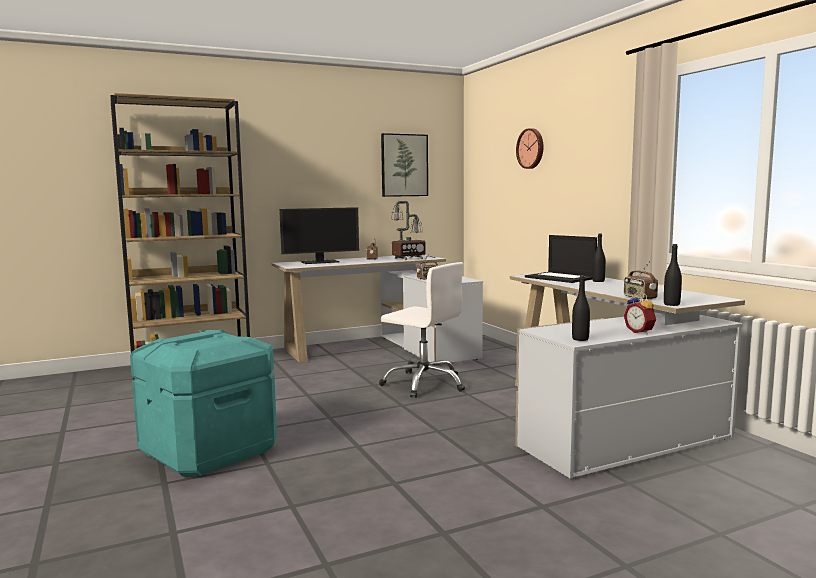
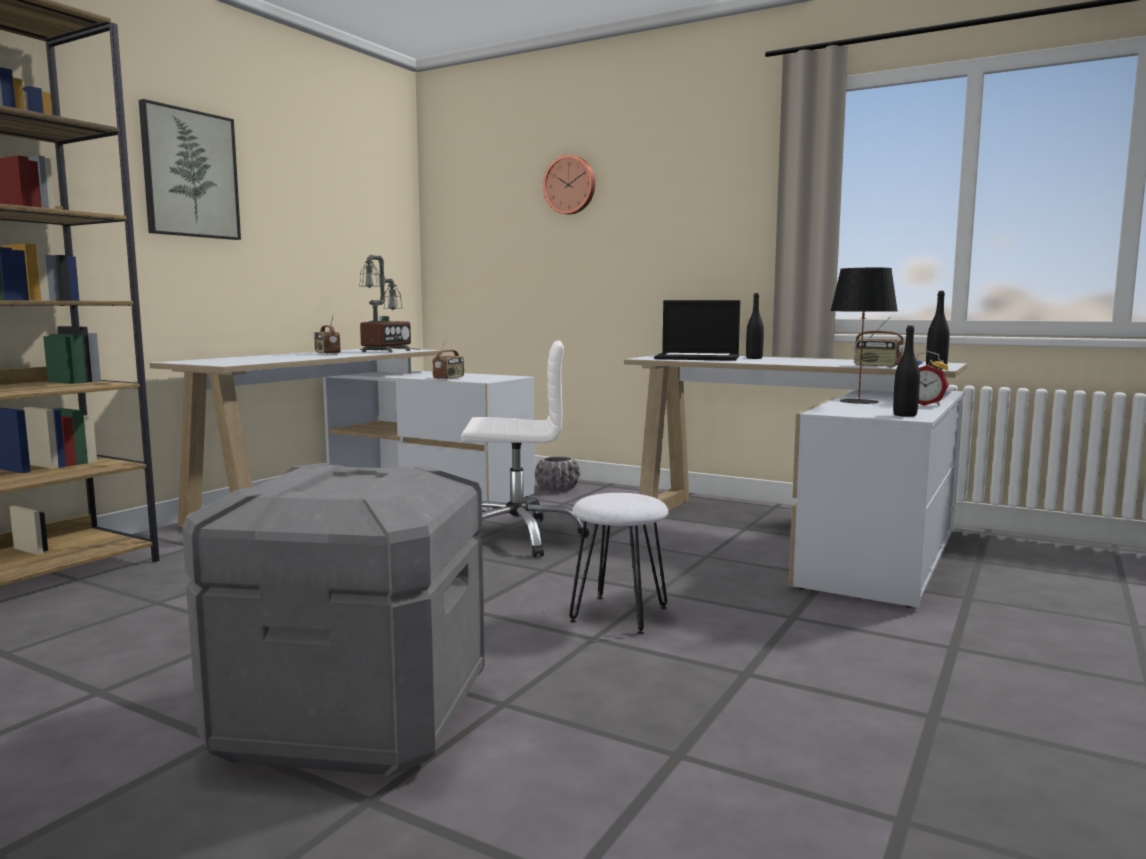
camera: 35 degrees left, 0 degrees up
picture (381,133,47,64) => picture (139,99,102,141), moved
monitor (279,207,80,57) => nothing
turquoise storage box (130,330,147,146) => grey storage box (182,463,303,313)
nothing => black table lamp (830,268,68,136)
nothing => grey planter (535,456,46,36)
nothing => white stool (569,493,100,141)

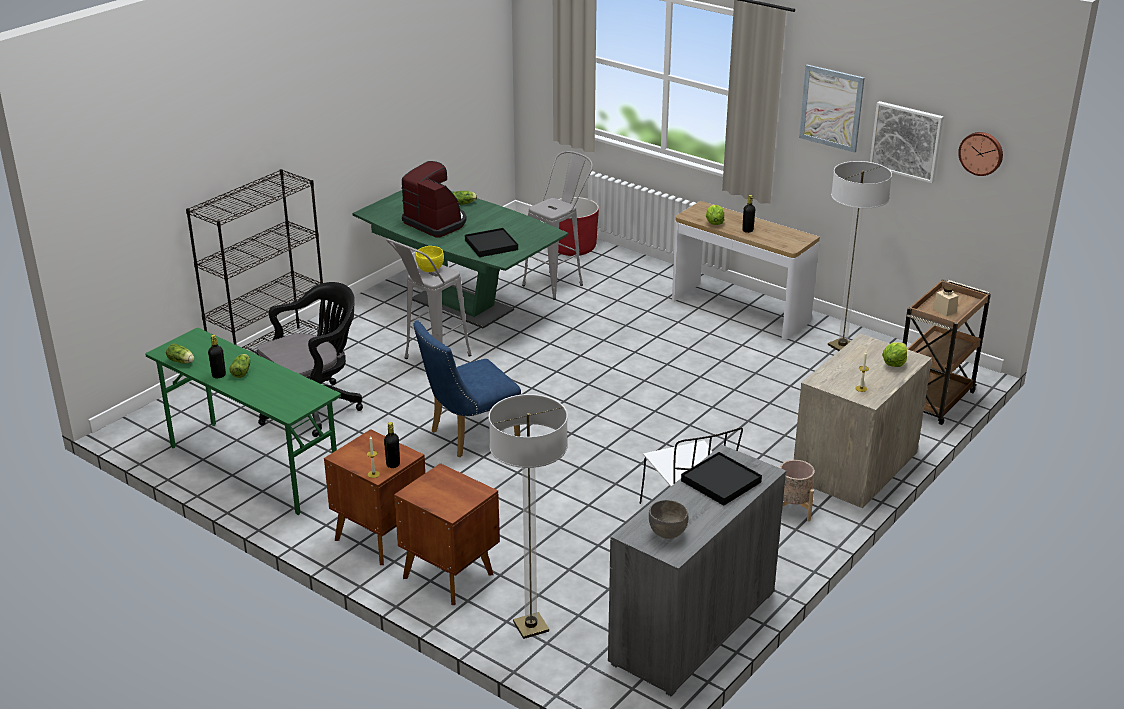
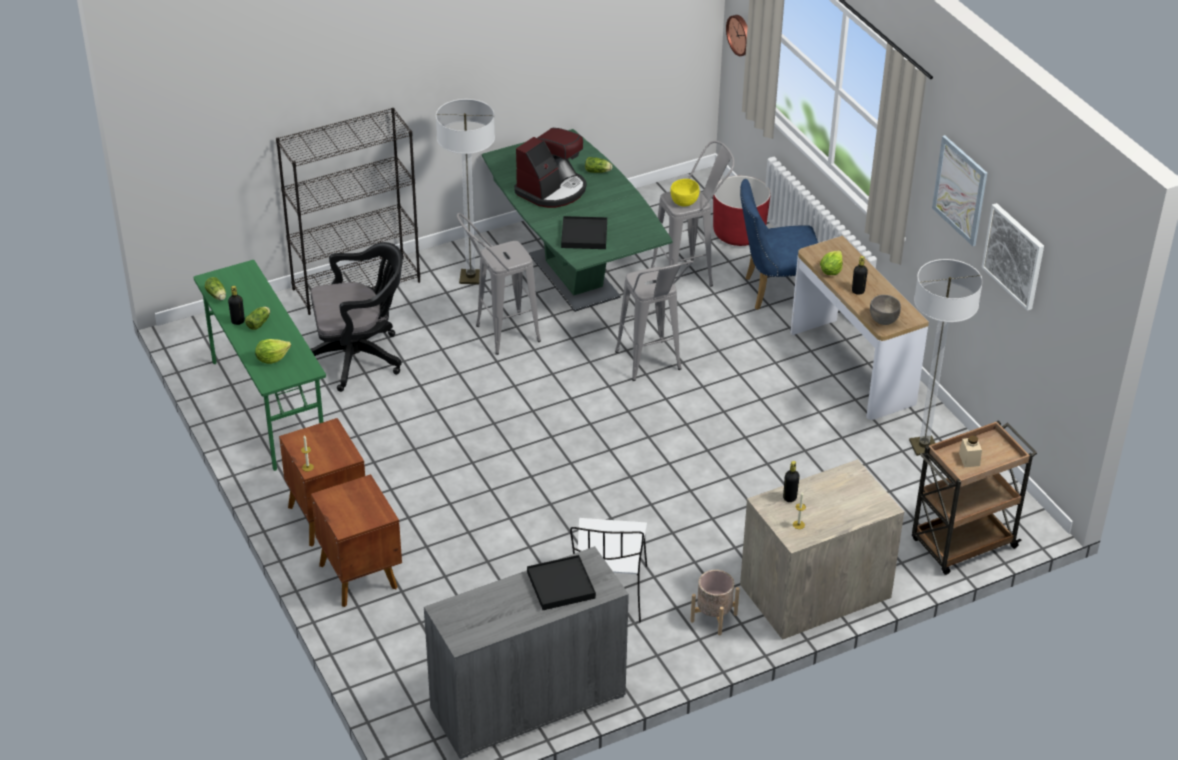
camera: 25 degrees right, 10 degrees up
wall clock (958,132,45,44) => wall clock (726,15,22,41), moved
coffee machine (401,161,66,76) => coffee machine (514,128,72,80), 60 degrees clockwise
yellow bowl (416,246,28,26) => yellow bowl (671,179,29,28), moved
blue chair (413,320,108,137) => blue chair (740,179,78,131), moved
lettuce (882,342,25,25) => lettuce (255,339,36,25), moved
floor lamp (489,394,79,245) => floor lamp (436,99,59,185), moved
black bottle (384,422,16,46) => black bottle (783,461,17,41), moved
grey bowl (649,500,39,39) => grey bowl (870,295,31,30), moved
nothing => grey stool (615,261,78,120)

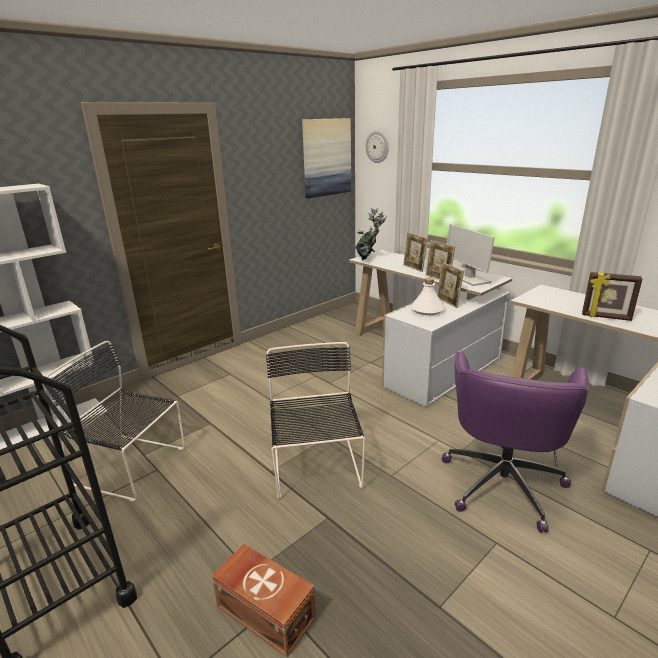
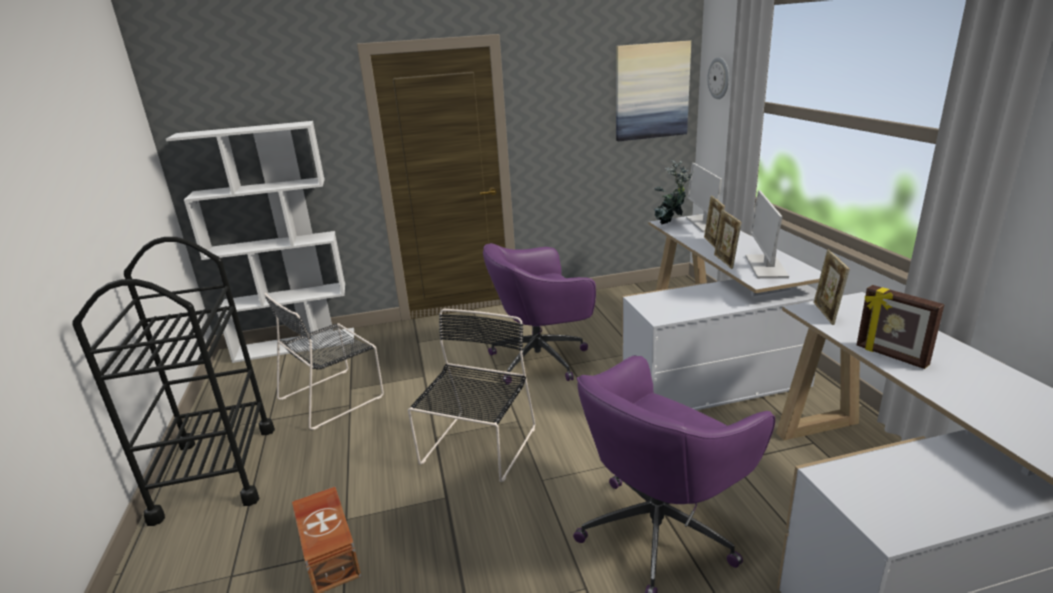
camera: 30 degrees right, 0 degrees up
picture frame (437,262,27,46) => picture frame (814,249,36,76), moved
white bottle (411,278,34,37) => nothing
black chair (46,341,139,160) => black chair (264,293,120,137), 90 degrees counterclockwise
nothing => monitor (686,163,36,69)
nothing => purple office chair (483,243,113,141)

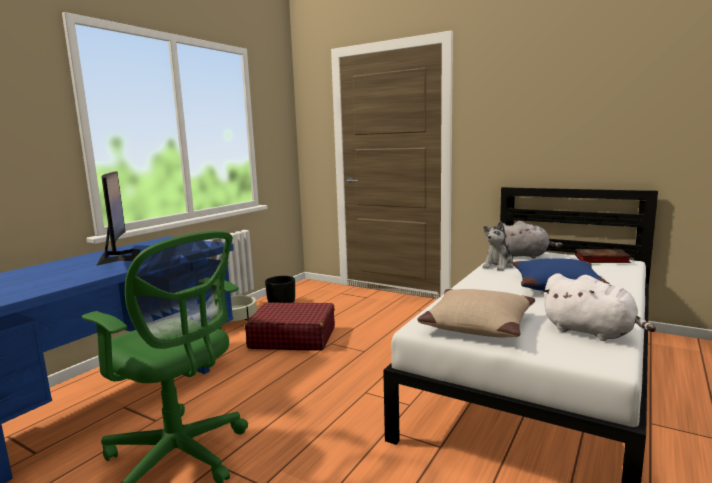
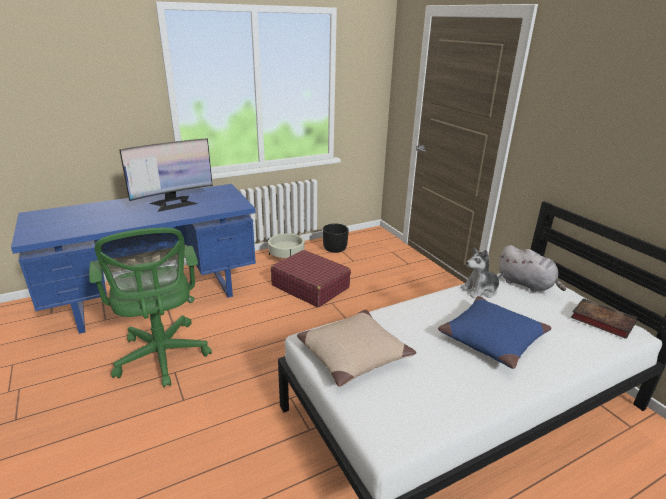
camera: 30 degrees right, 15 degrees up
monitor (96,171,45,95) => monitor (119,138,94,74), 45 degrees clockwise
white plush toy (541,273,115,68) => nothing

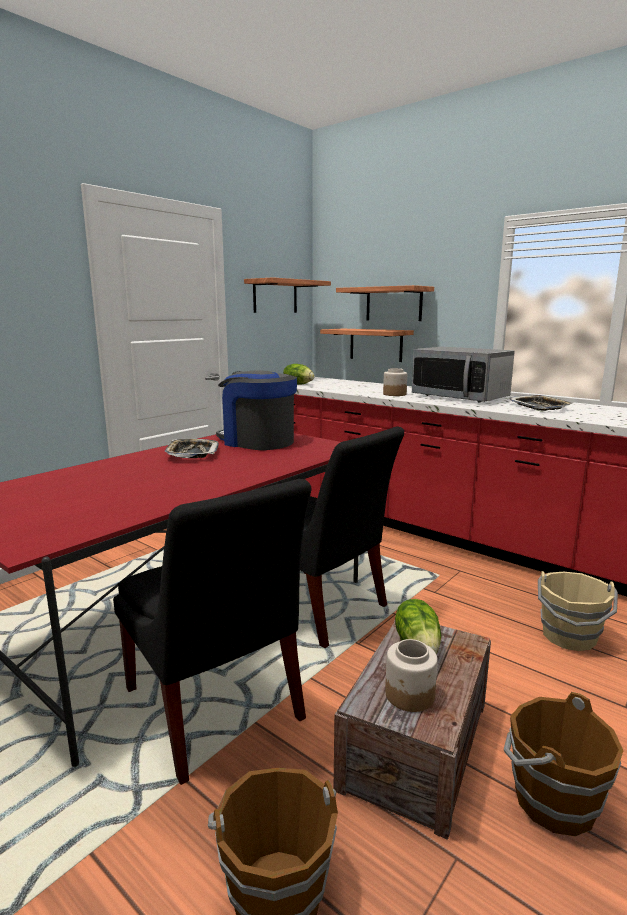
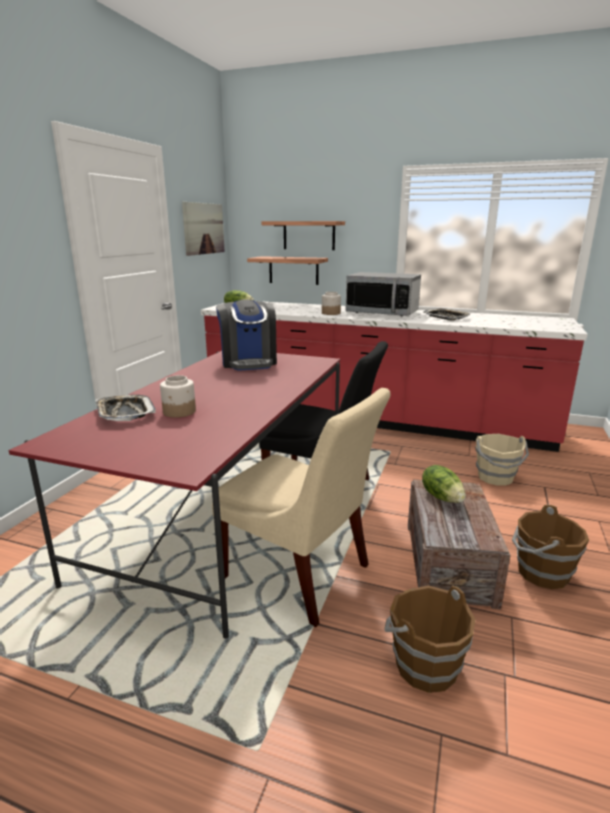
camera: 20 degrees left, 5 degrees up
shelf (244,277,87,36) => picture (182,202,43,54)
coffee machine (216,370,81,80) => coffee machine (216,300,61,71), 120 degrees counterclockwise
tray (165,439,54,19) => tray (95,395,61,26), moved
black chair (113,479,199,306) => beige chair (212,388,179,239)
jar (385,639,53,73) => jar (160,375,36,43), moved

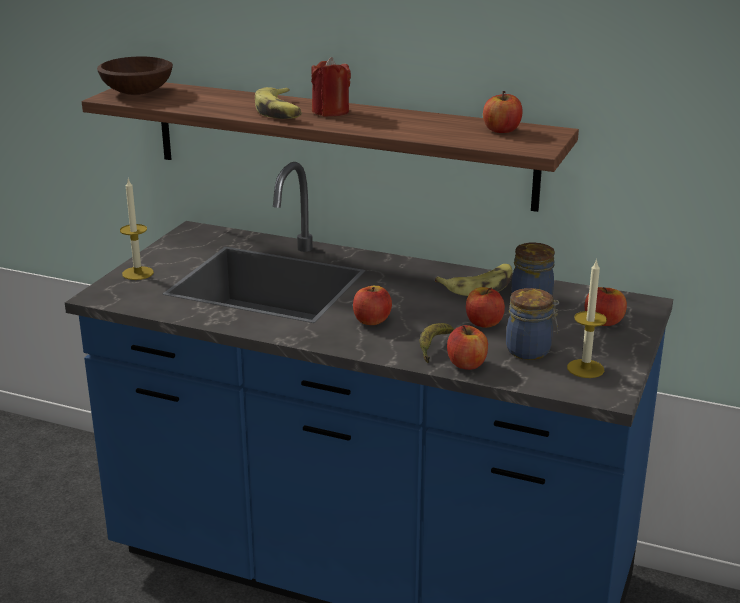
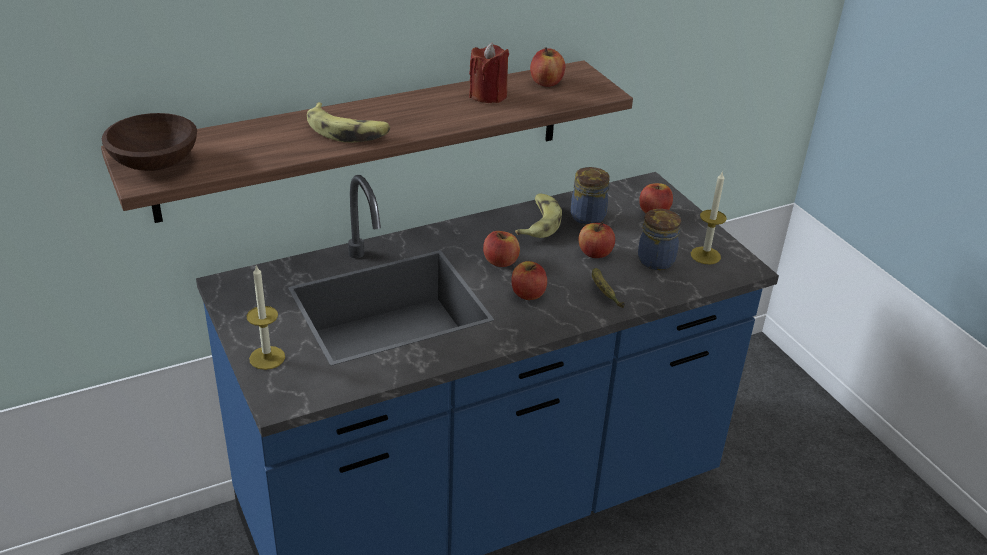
camera: 50 degrees left, 10 degrees up
red candle (311,57,40,59) => red candle (469,42,40,61), moved
apple (447,325,41,45) => apple (483,231,37,36), moved

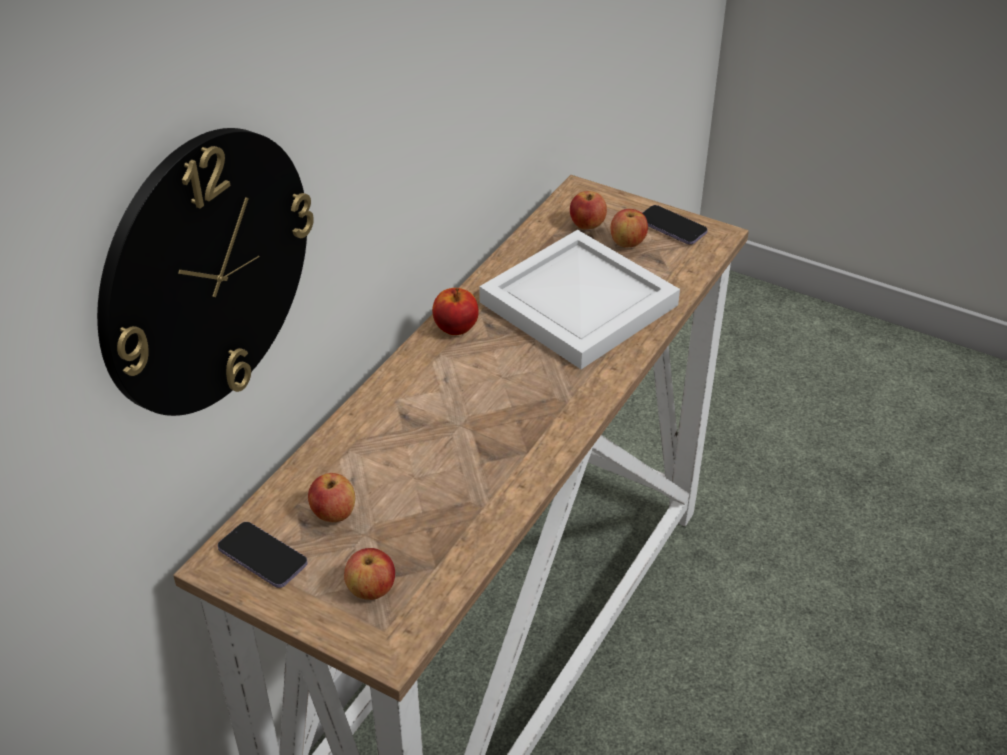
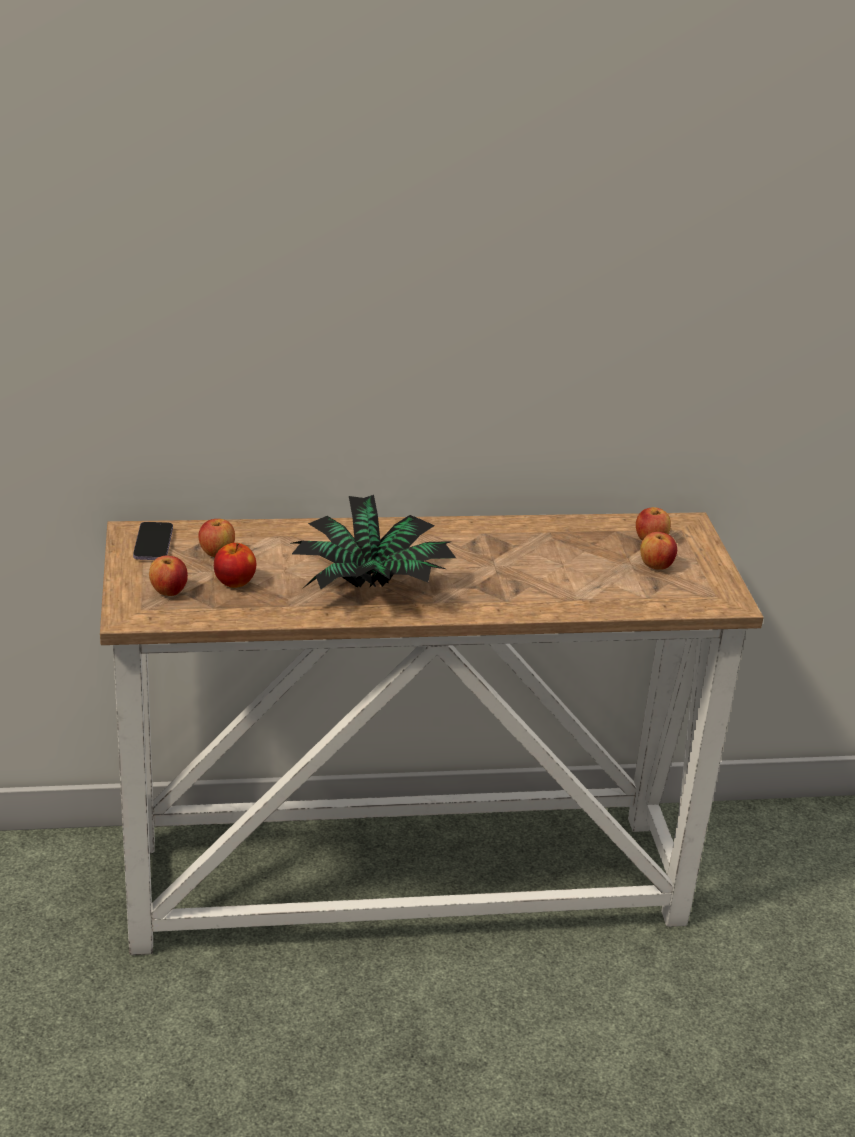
camera: 50 degrees right, 10 degrees down
wall clock (97,128,217,288) => nothing
phone (643,205,65,40) => nothing
white tray (479,230,201,139) => nothing
apple (432,288,47,47) => apple (214,543,42,45), moved
nothing => potted plant (292,495,164,94)

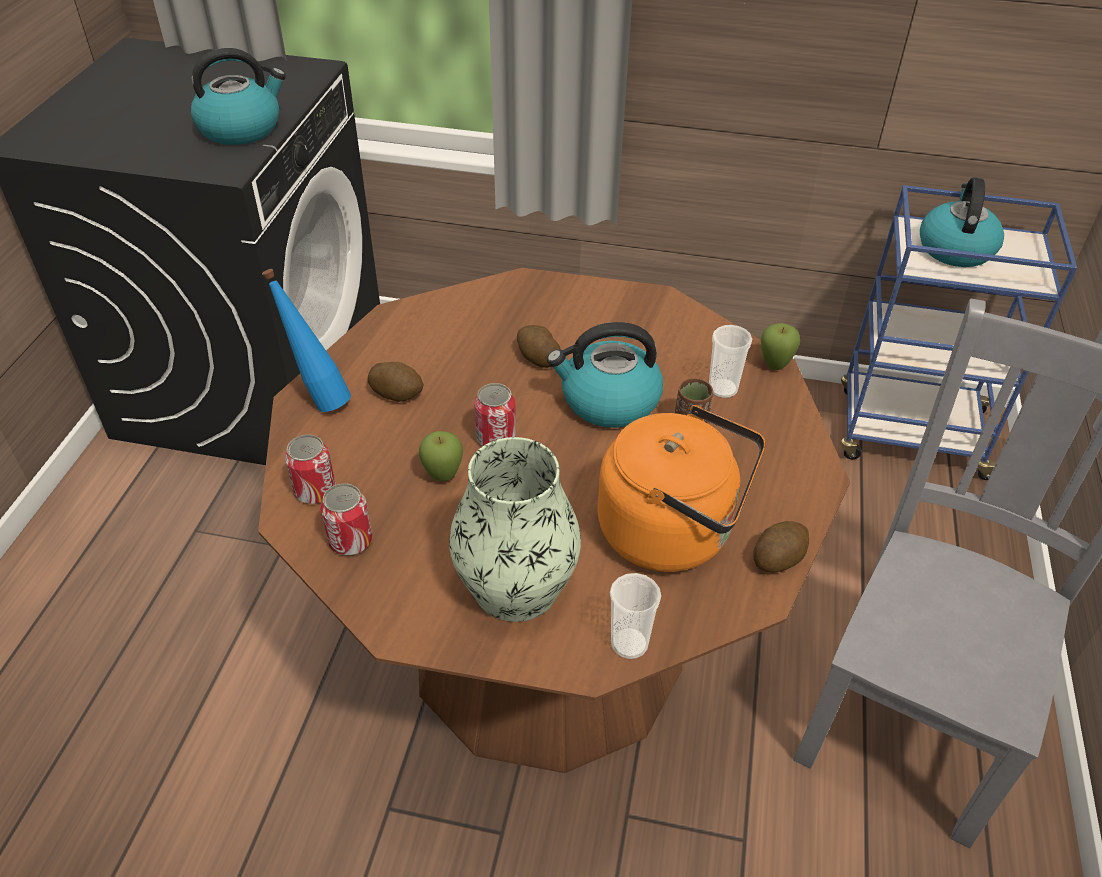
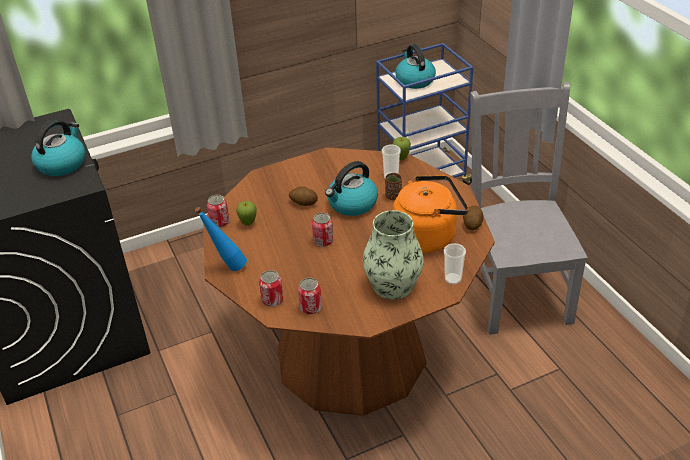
camera: 35 degrees left, 5 degrees down
potato (368,362,56,40) => nothing
apple (419,431,44,50) => apple (236,201,21,25), moved
nothing => can (207,195,22,33)

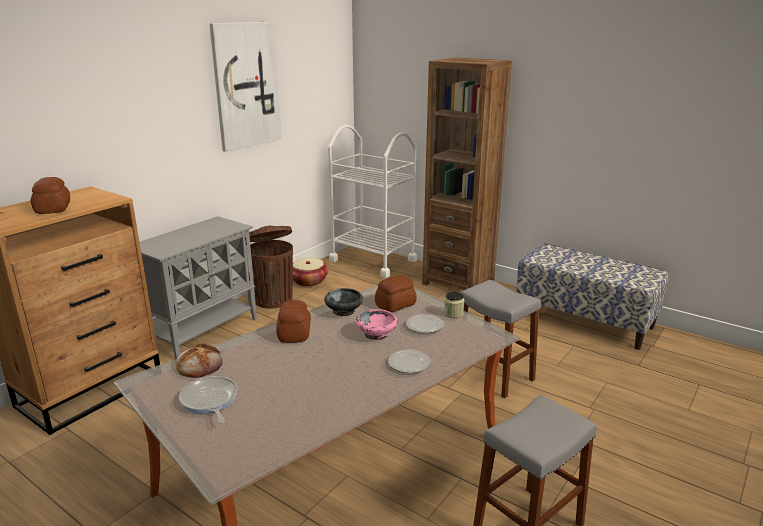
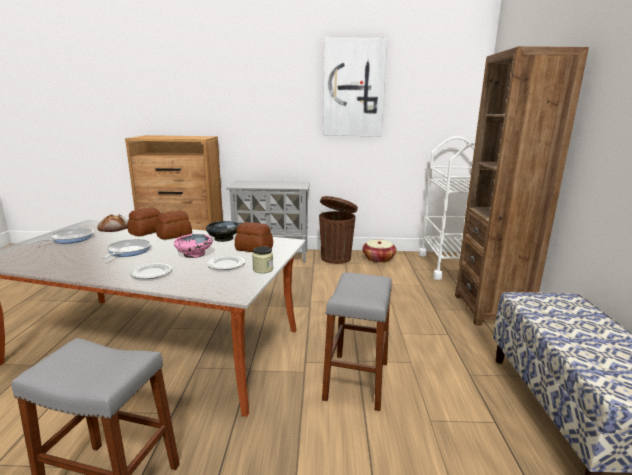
camera: 55 degrees right, 5 degrees down
bread (31,177,39,37) => bread (127,207,33,29), moved
nothing => frying pan (102,239,49,20)

